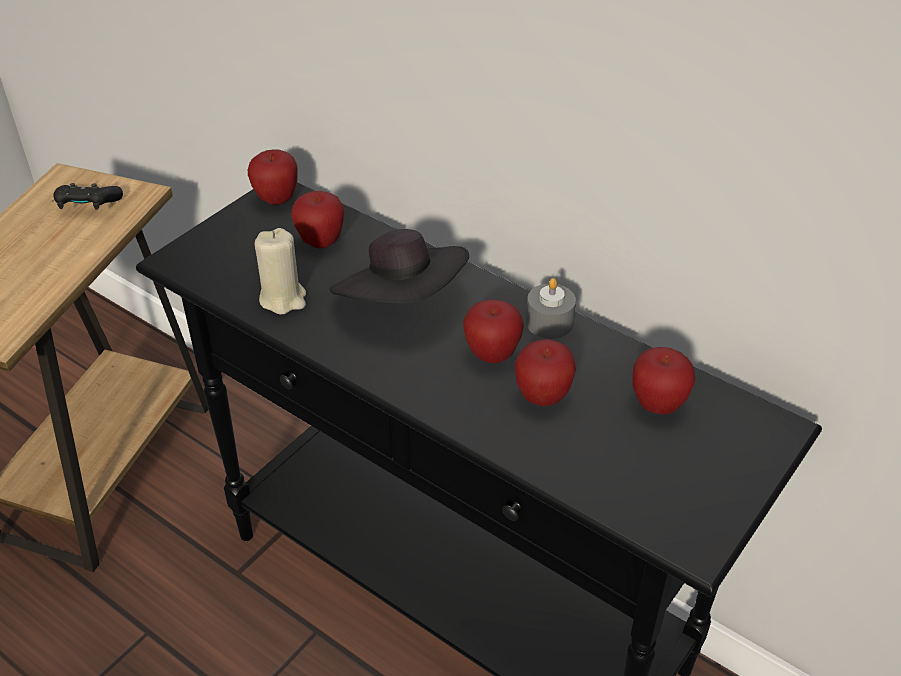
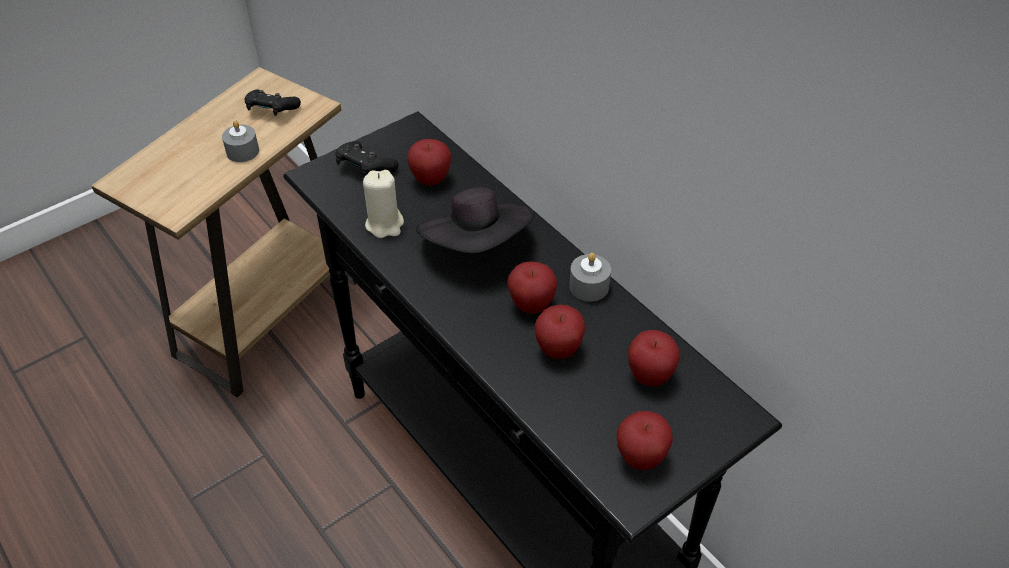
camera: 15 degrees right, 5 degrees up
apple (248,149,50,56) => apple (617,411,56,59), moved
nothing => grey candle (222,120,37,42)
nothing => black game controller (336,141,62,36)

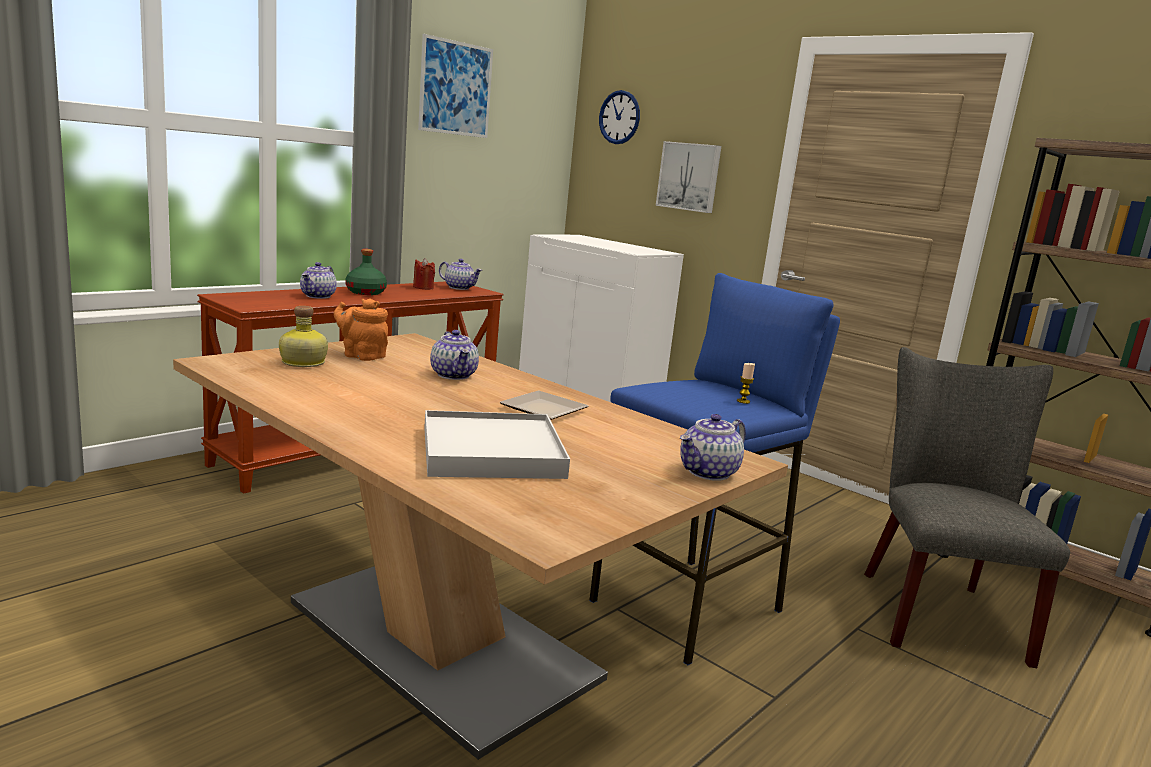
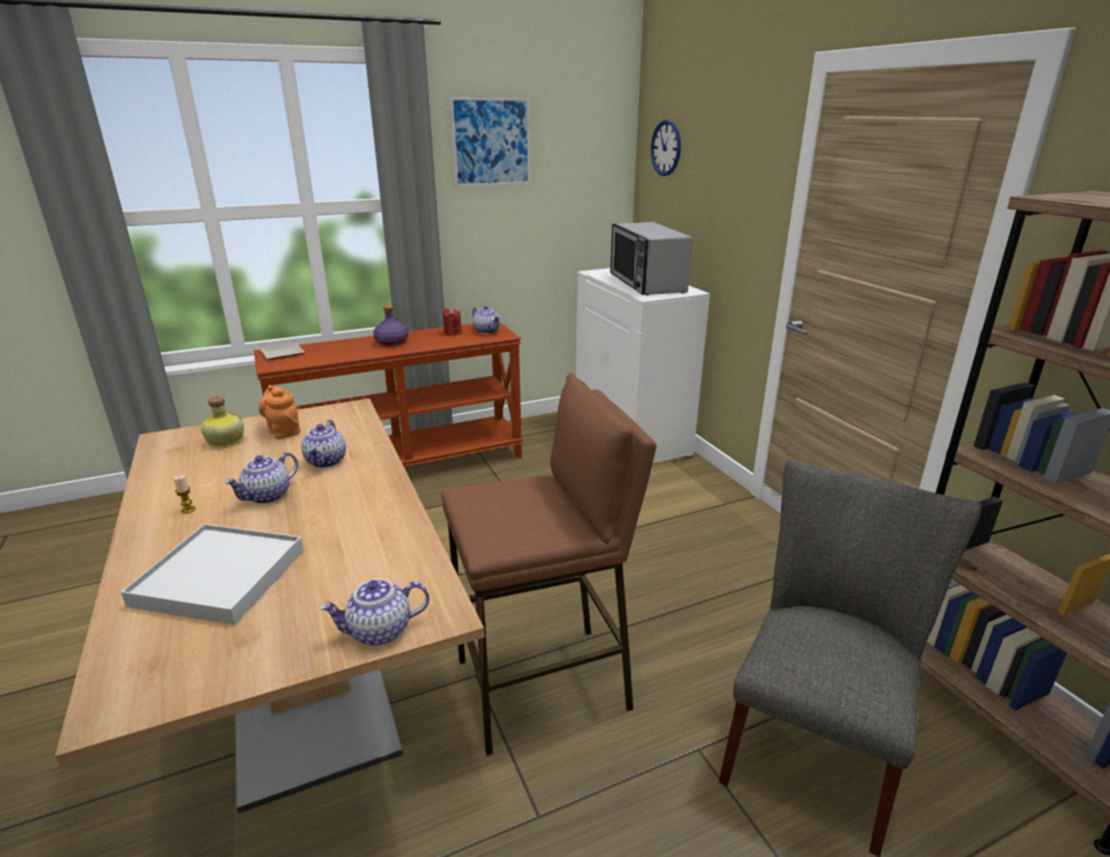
camera: 25 degrees right, 10 degrees up
picture (656,141,65,72) => nothing
green bottle (345,249,42,46) => purple bottle (373,305,35,41)
teapot (300,262,37,37) => teapot (224,452,74,52), moved
blue stool (589,273,251,392) => brown stool (442,373,215,383)
candle (737,363,18,41) => candle (173,475,22,39), moved
plate (500,391,88,29) => plate (260,343,45,16), moved
nothing => microwave (610,222,83,73)

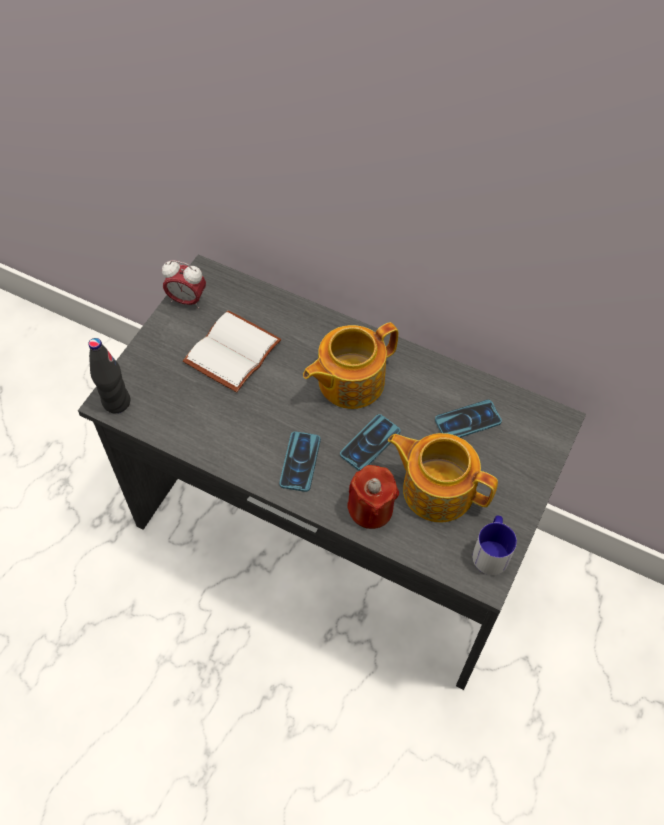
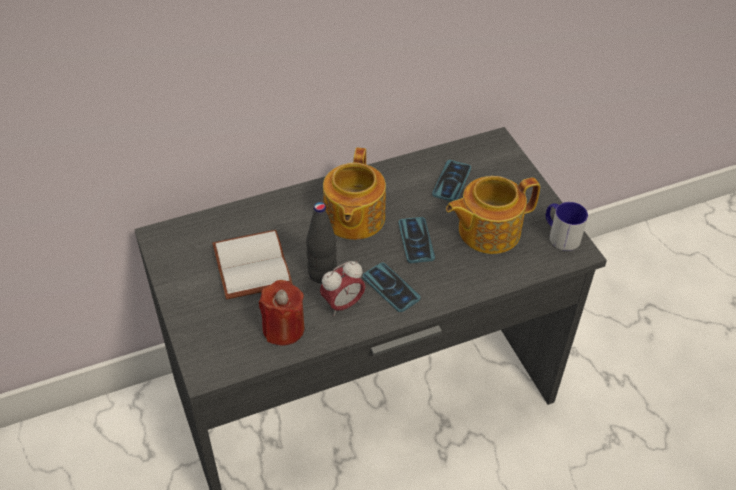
camera: 50 degrees left, 10 degrees down
alarm clock (162,260,44,49) => alarm clock (320,261,45,55), moved
black bottle (88,338,42,75) => black bottle (306,202,31,82), moved
red candle (347,465,52,64) => red candle (259,280,46,66), moved

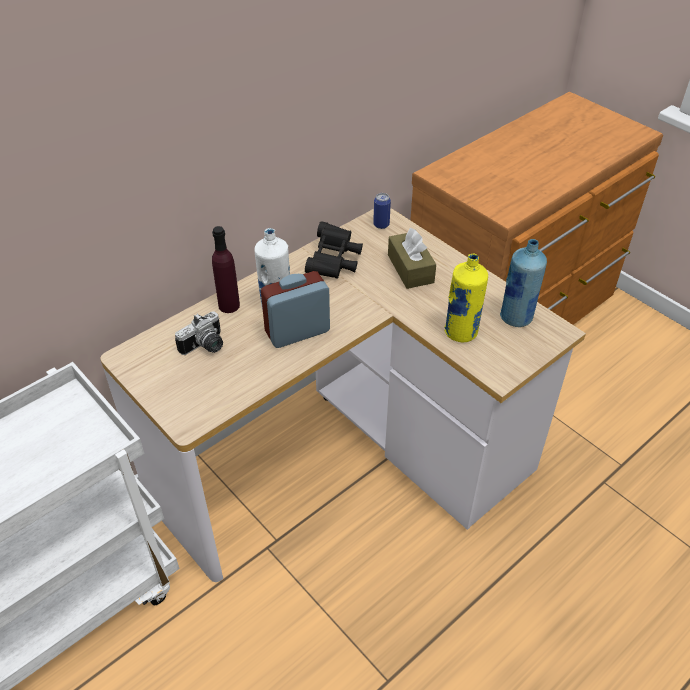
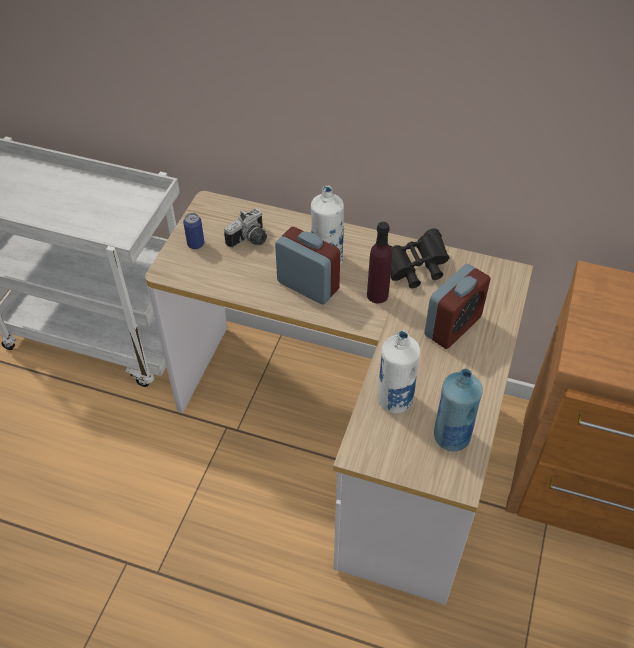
camera: 60 degrees right, 5 degrees up
can (373,193,18,36) => can (183,213,21,36), moved
purple bottle (212,226,28,87) => purple bottle (367,222,25,81), moved
brown tissue box (388,228,48,61) => alarm clock (424,264,67,85)
yellow bottle (444,254,44,88) => white bottle (378,330,42,84)
photo camera (175,311,48,44) => photo camera (224,208,43,40), 60 degrees counterclockwise

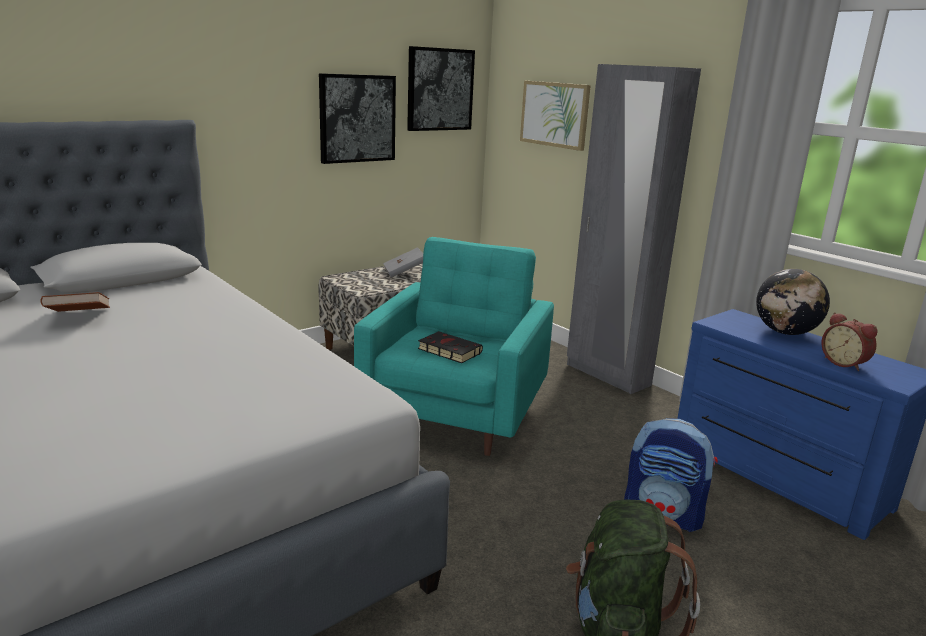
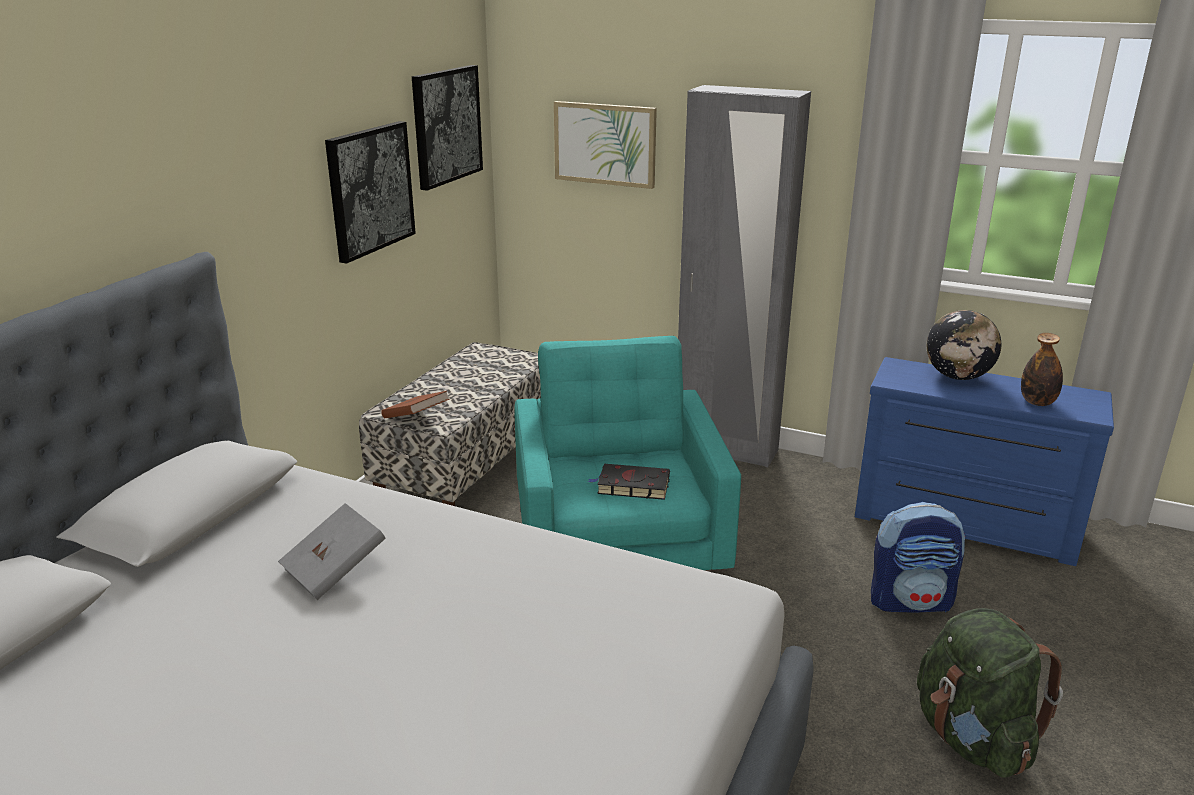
camera: 25 degrees left, 5 degrees up
grey book (383,247,40,31) => grey book (278,503,108,97), moved
brown book (40,292,70,20) => brown book (381,391,69,27), moved
alarm clock (821,312,56,59) => bottle (1021,333,42,73)

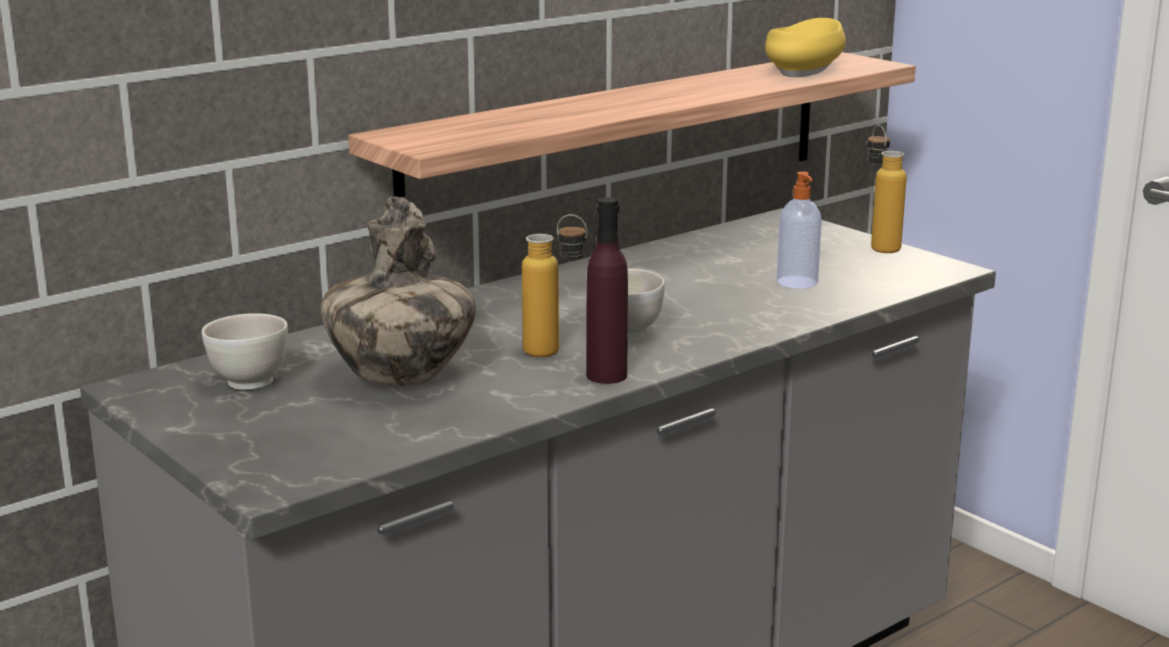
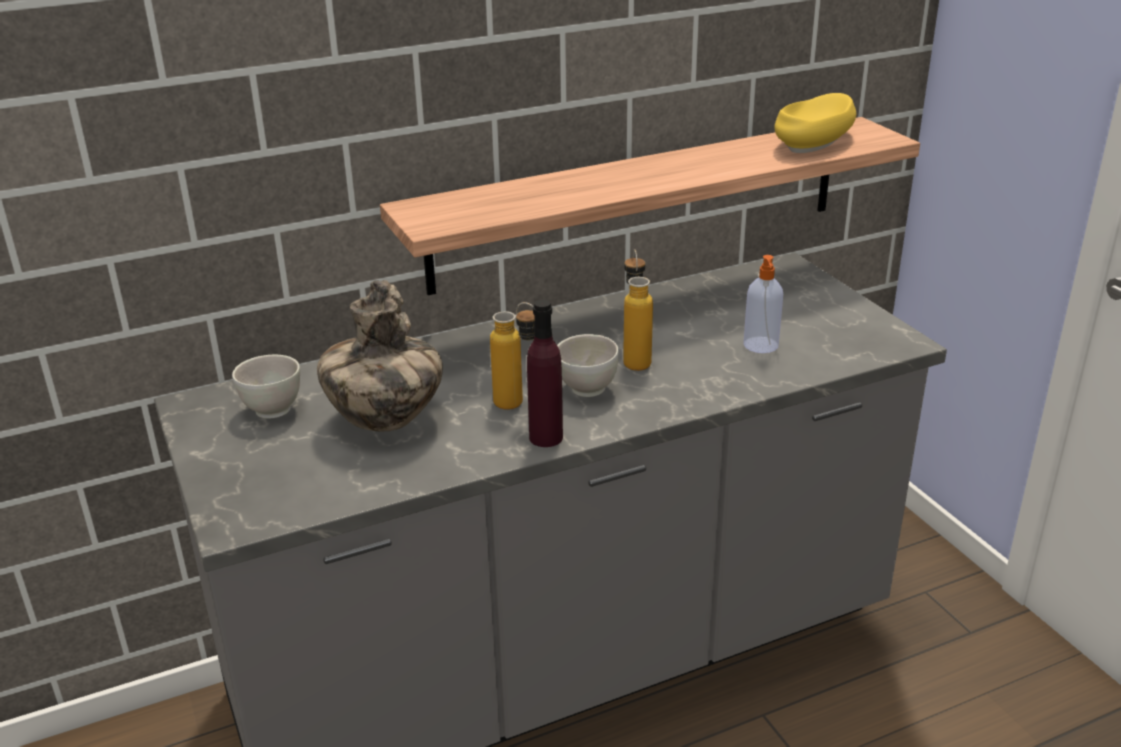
camera: 15 degrees right, 10 degrees up
bottle (867,125,40,128) => bottle (623,249,30,122), moved

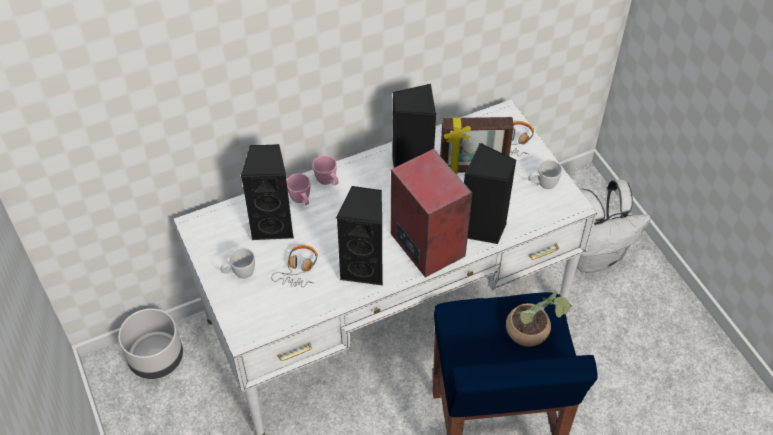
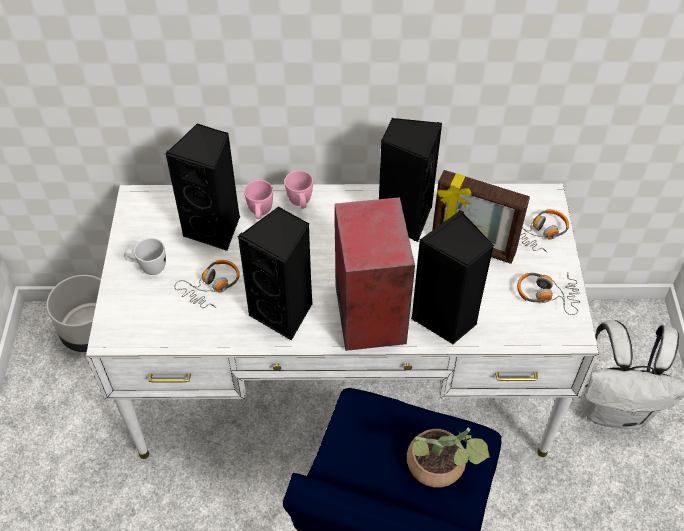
camera: 25 degrees right, 0 degrees up
white mug (529,160,33,29) => headphones (517,273,63,42)

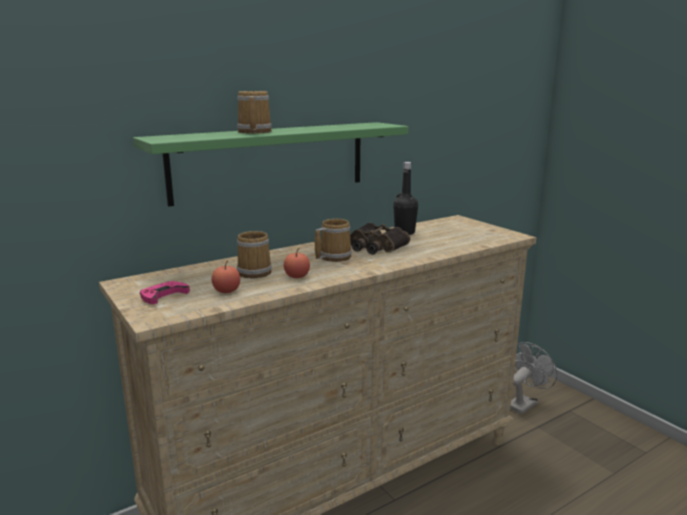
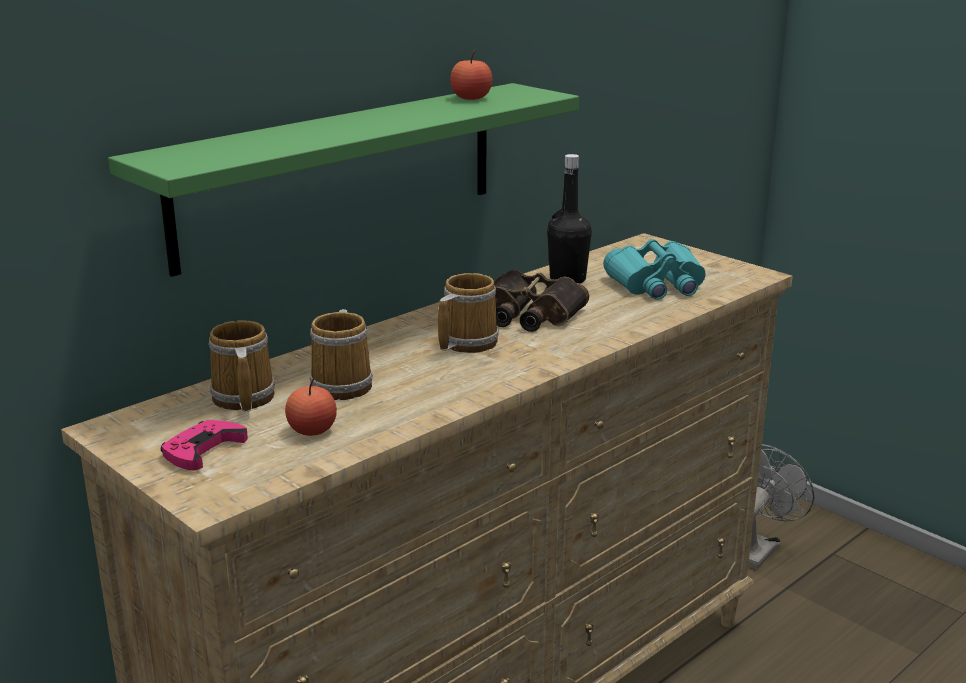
camera: 10 degrees left, 5 degrees up
mug (237,91,35,43) => mug (209,320,66,92), moved
apple (284,248,26,30) => apple (450,50,42,50), moved
nothing => turquoise binoculars (603,239,103,61)

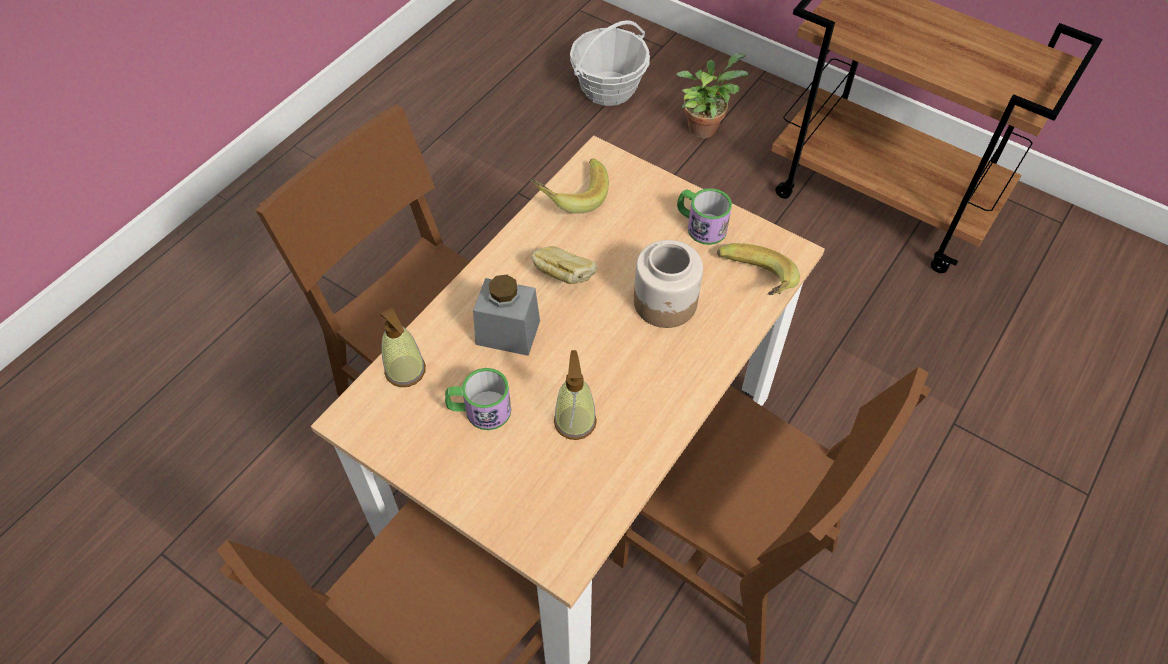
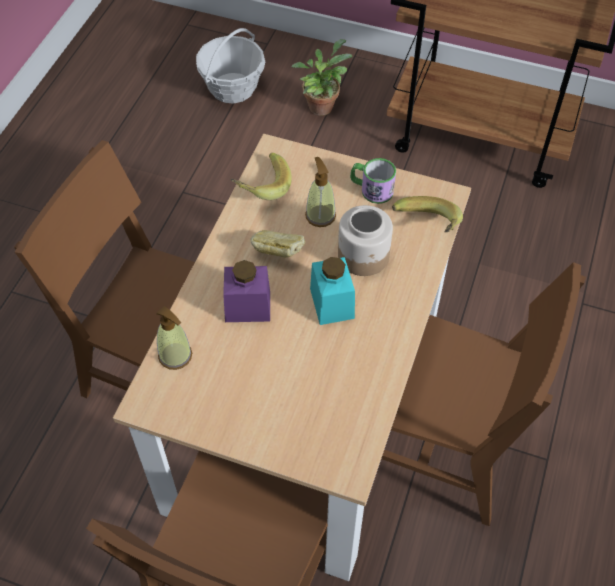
camera: 15 degrees left, 0 degrees up
grey jar (473,275,67,81) => purple jar (223,260,47,62)
soap dispenser (554,350,43,90) => soap dispenser (305,157,31,70), moved
mug (445,368,66,62) => nothing
nothing => turquoise jar (310,257,45,68)

